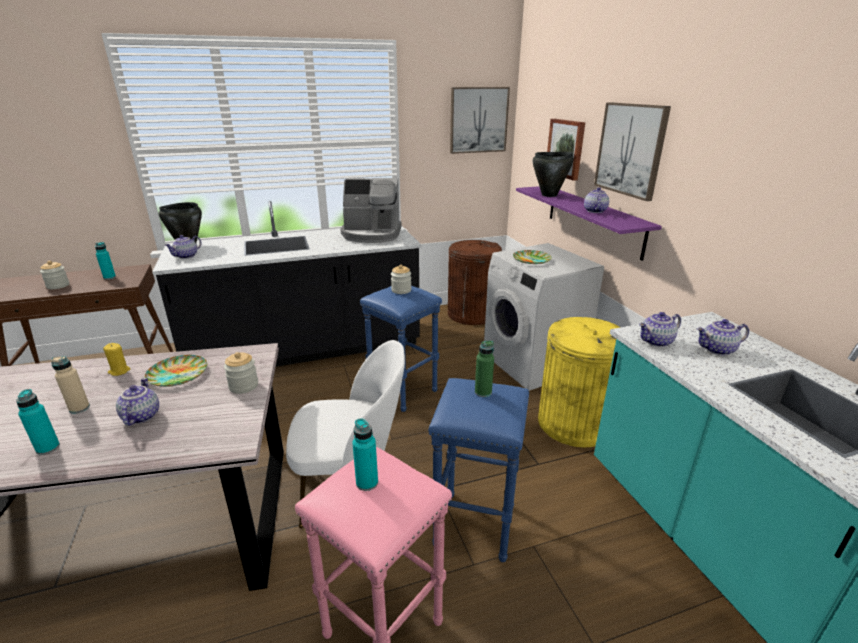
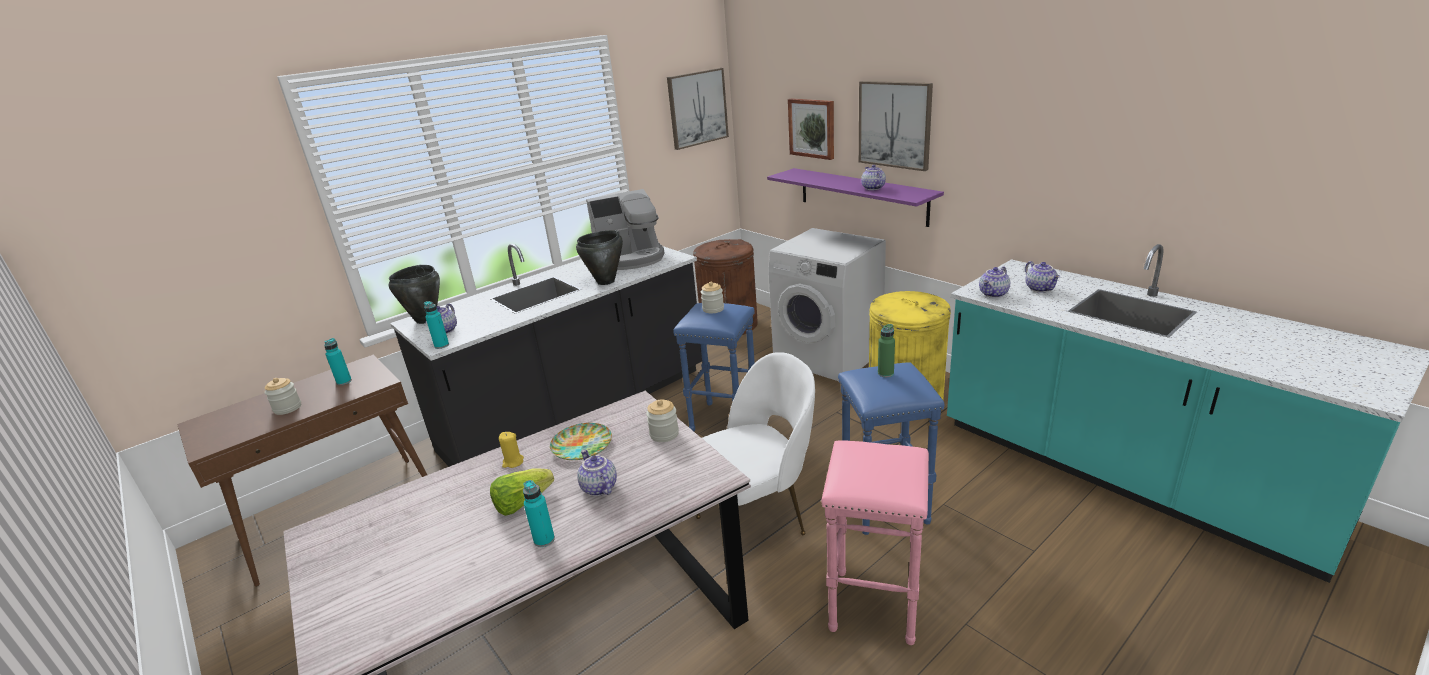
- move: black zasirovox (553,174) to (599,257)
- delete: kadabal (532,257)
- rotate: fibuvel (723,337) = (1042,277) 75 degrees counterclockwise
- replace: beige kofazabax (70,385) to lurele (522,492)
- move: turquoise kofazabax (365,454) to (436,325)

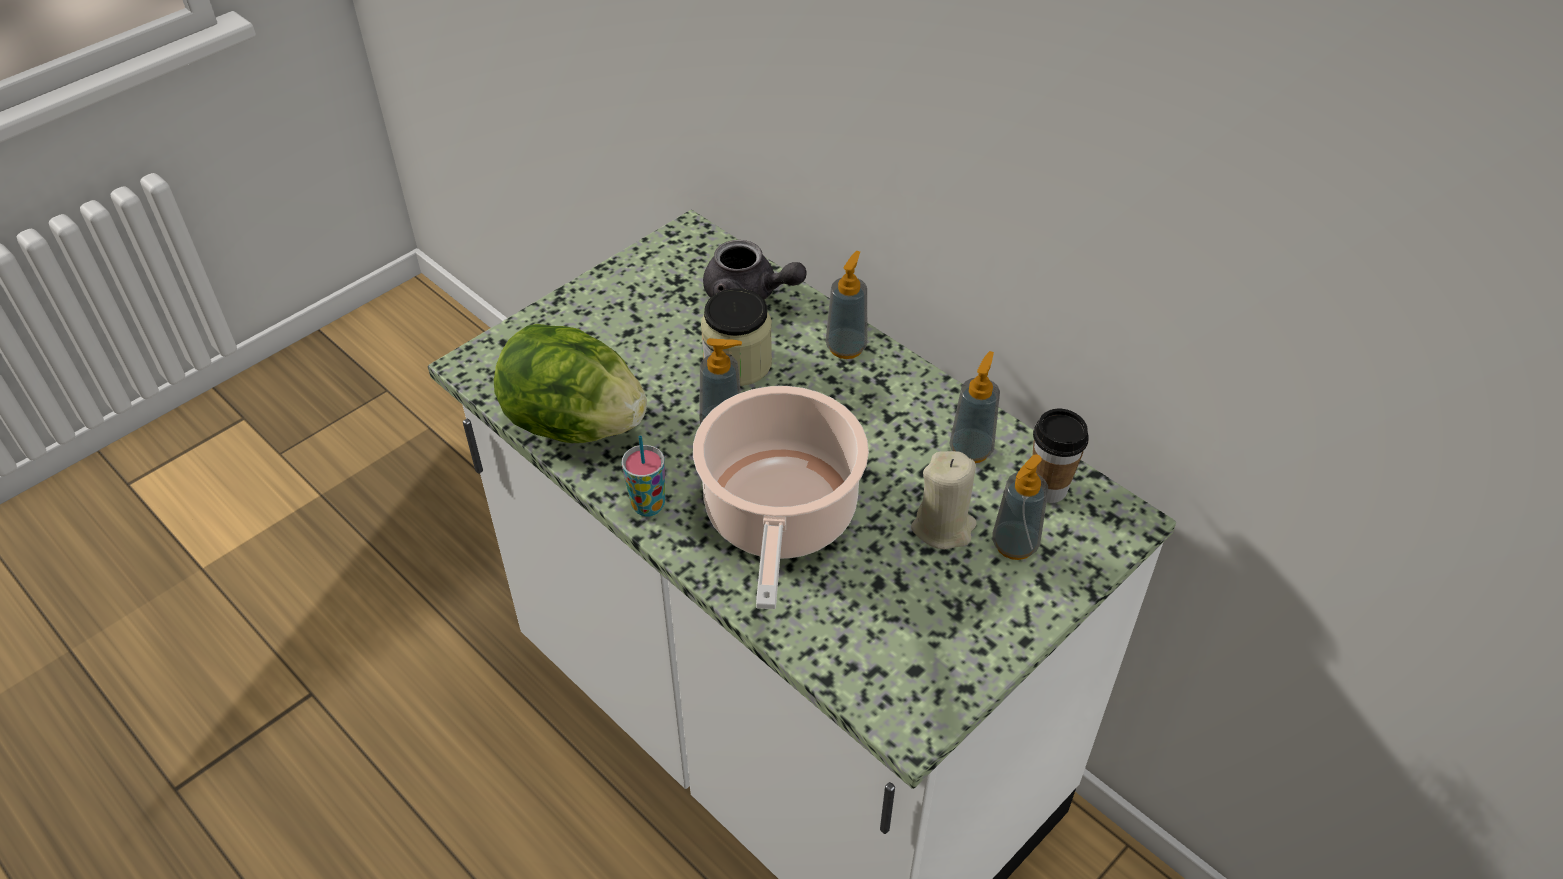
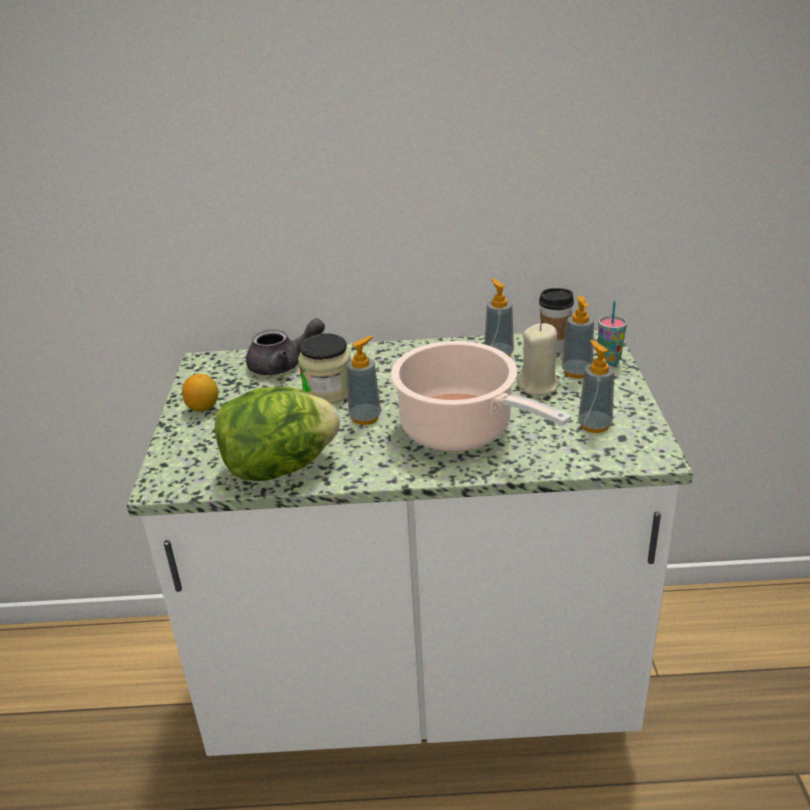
- move: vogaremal (846,305) to (596,386)
- move: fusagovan (643,476) to (612,333)
- insert: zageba (200,393)

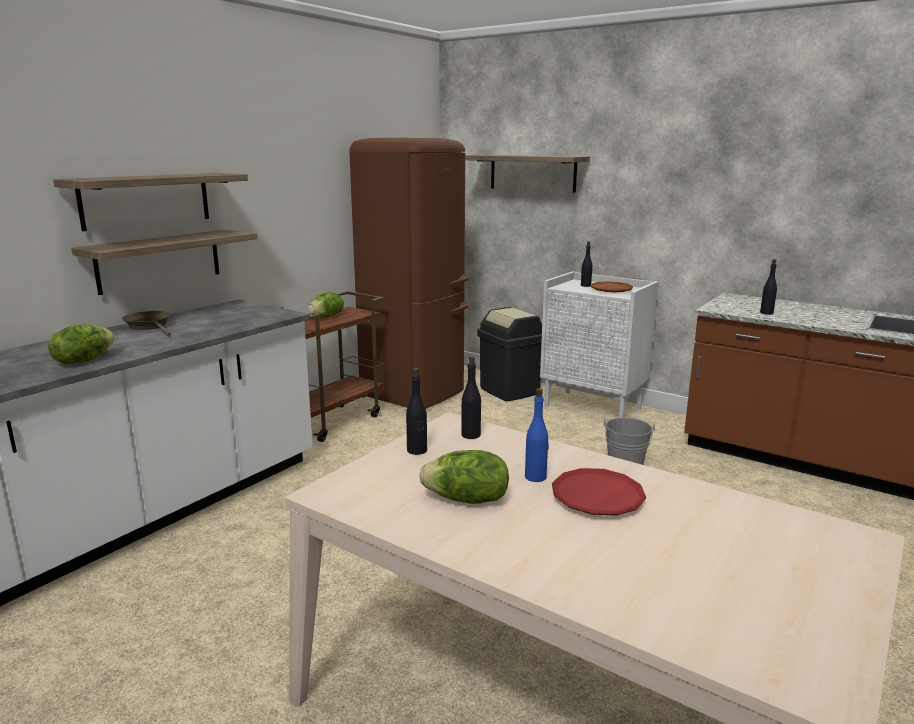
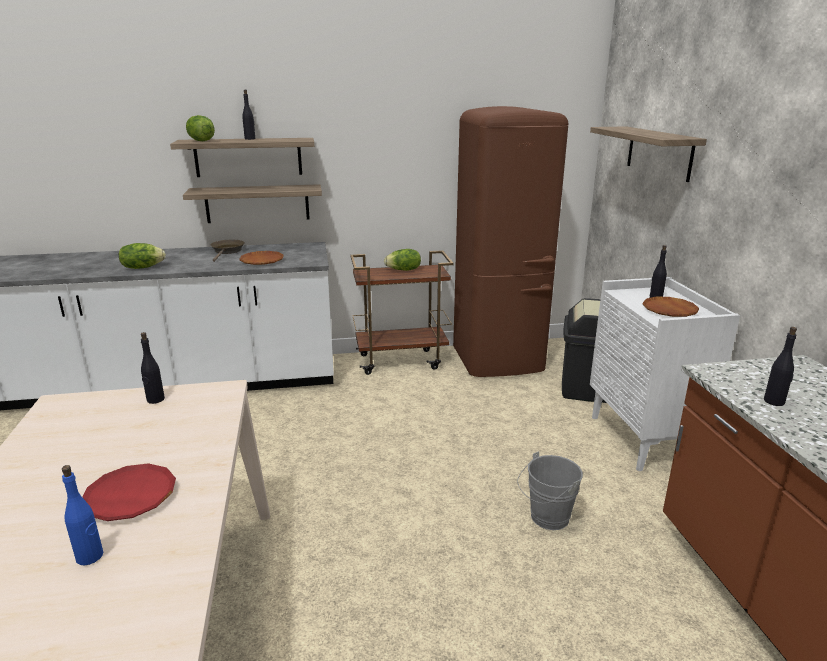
- move: black kofazabax (471,397) to (248,115)
- move: blue kofazabax (537,435) to (82,515)
- move: lurele (464,477) to (200,128)
- insert: brown kadabal (261,258)

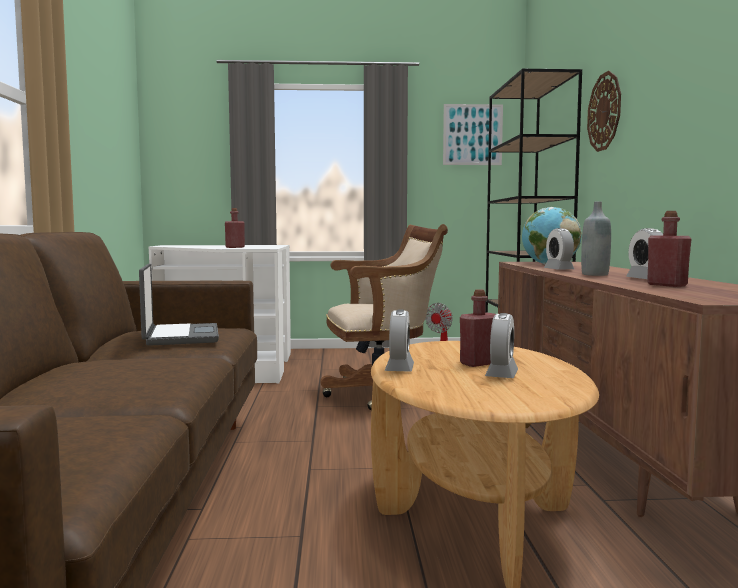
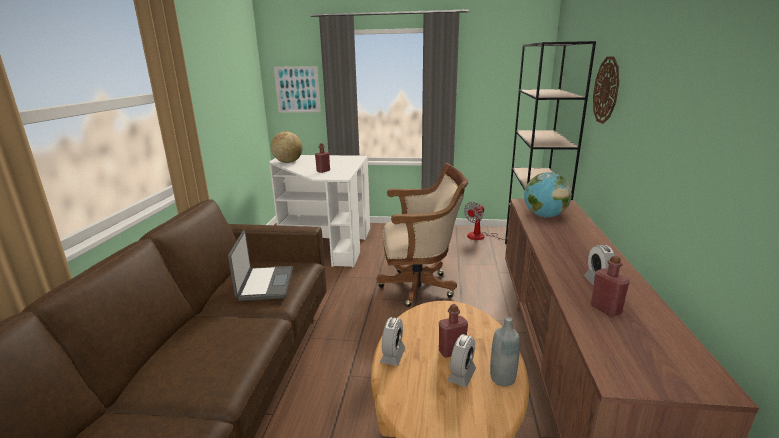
- move: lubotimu (473,134) to (297,89)
- move: grey kofazabax (596,238) to (505,351)
- delete: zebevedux (559,248)
- insert: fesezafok (287,147)

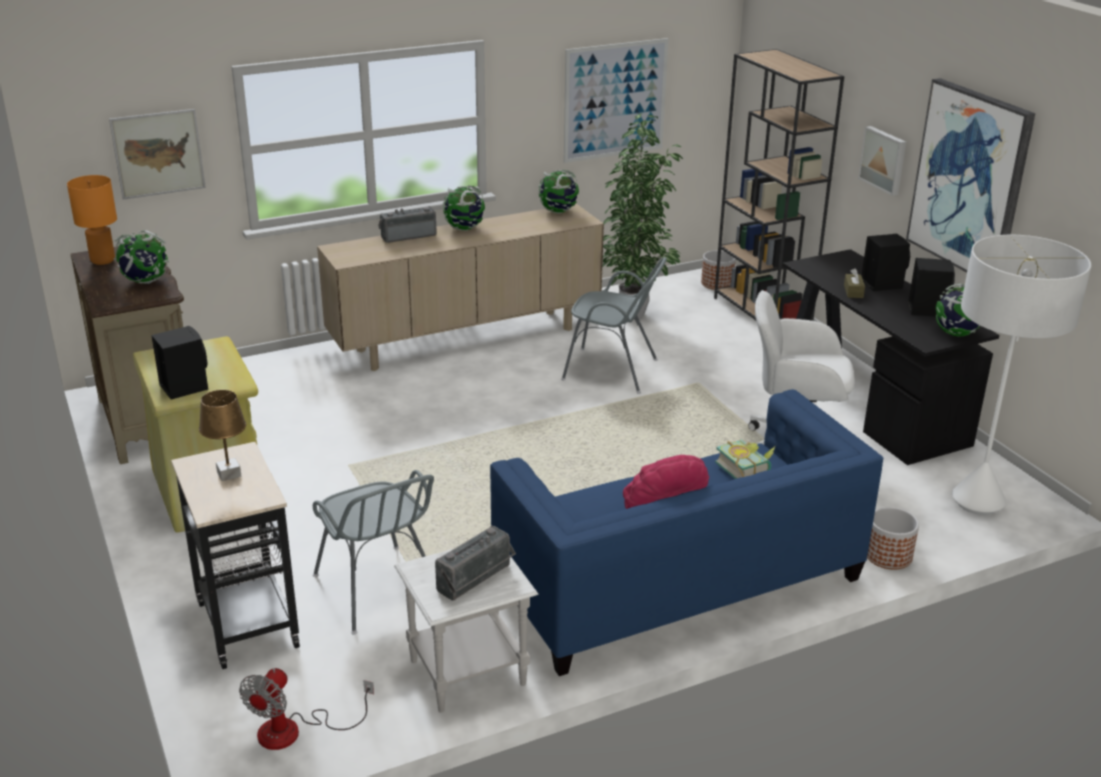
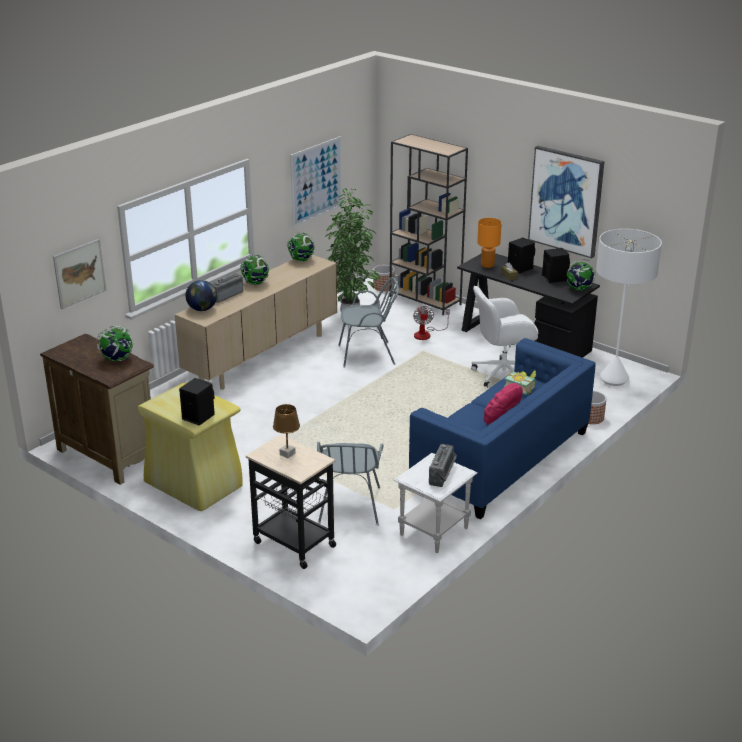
- delete: lubotimu (882,161)
- move: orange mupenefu (92,220) to (489,243)
- rotate: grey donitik (373,552) = (350,484) 60 degrees clockwise
- move: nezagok (306,709) to (431,322)
- insert: fesezafok (201,295)

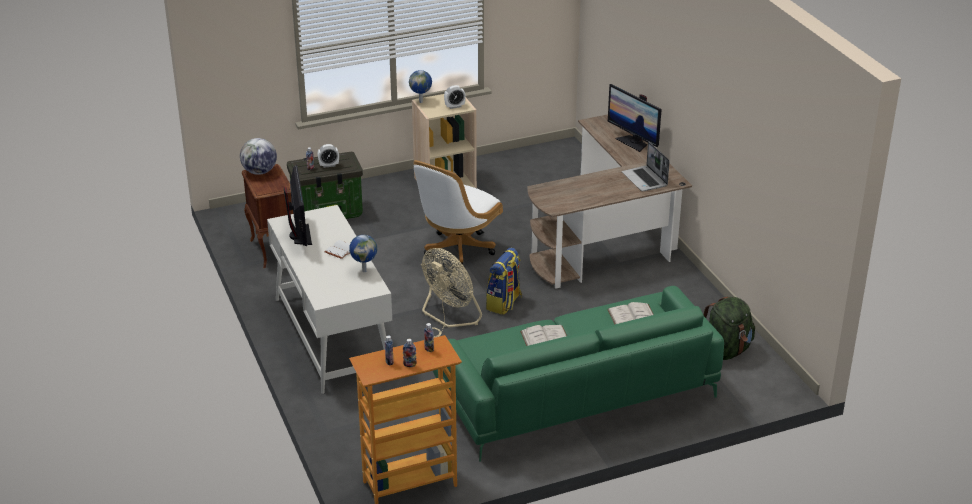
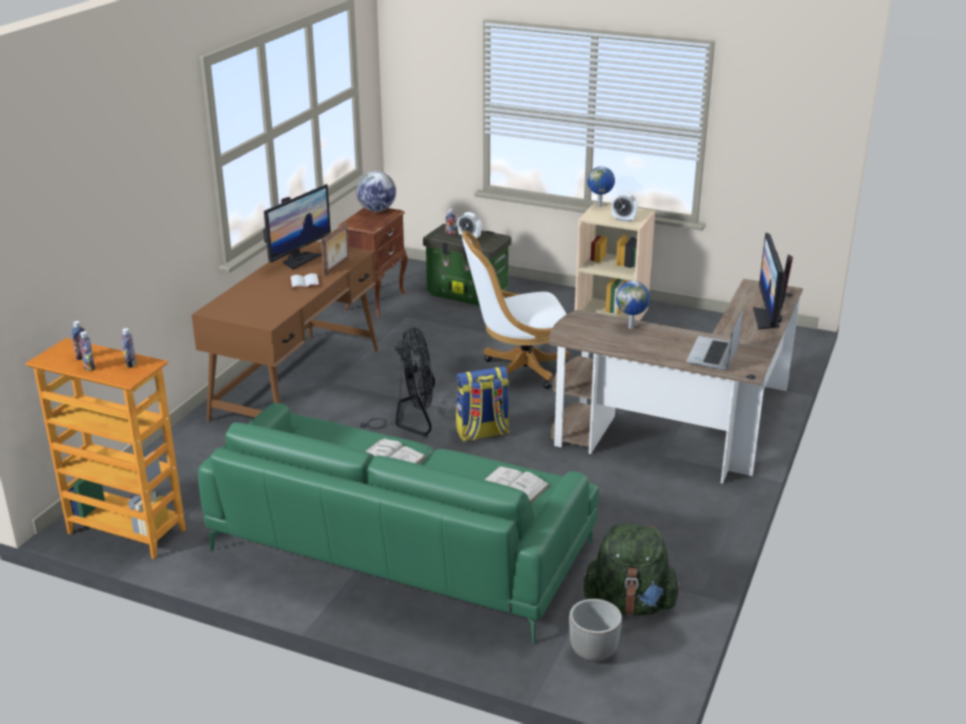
- recolor: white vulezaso (329,299) to brown vulezaso (285,331)
- move: fesezafok (363,253) to (633,305)
- recolor: beige nezagok (451,293) to black nezagok (397,382)
- insert: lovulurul (335,249)
- insert: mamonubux (595,630)

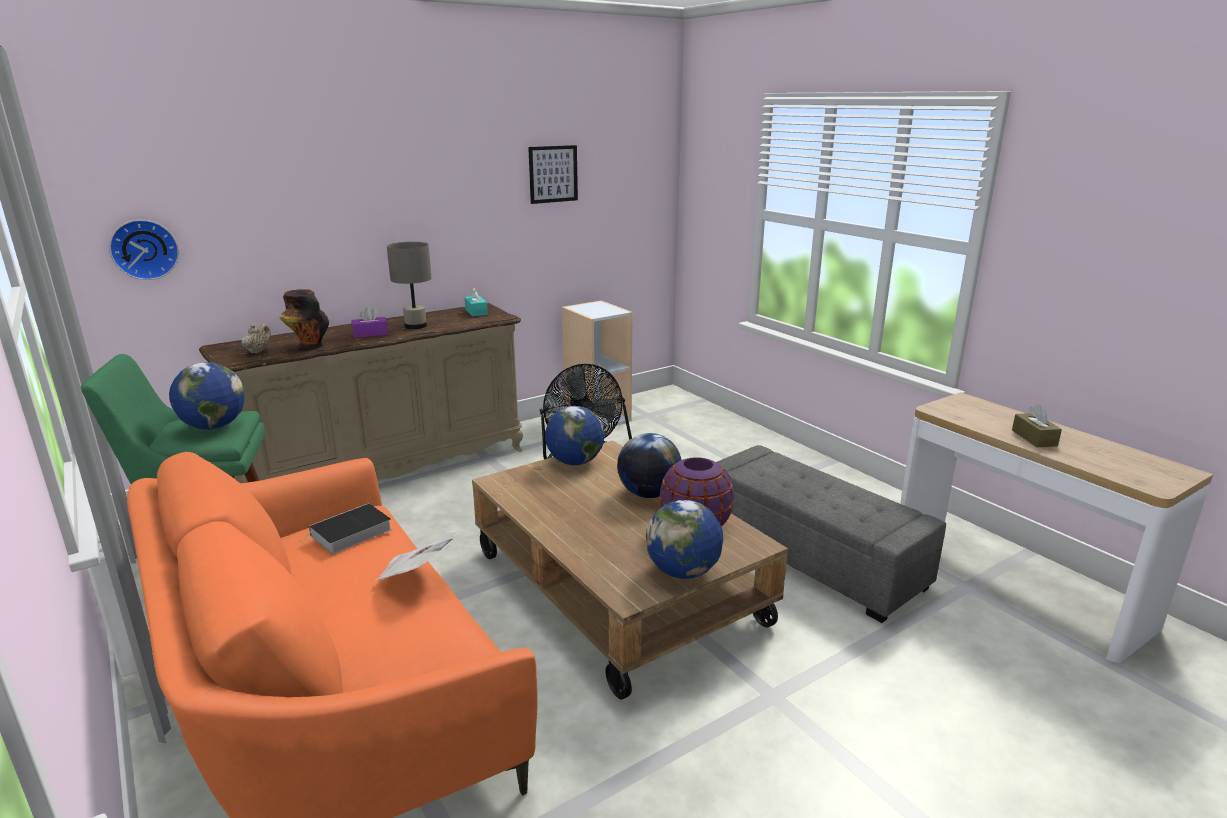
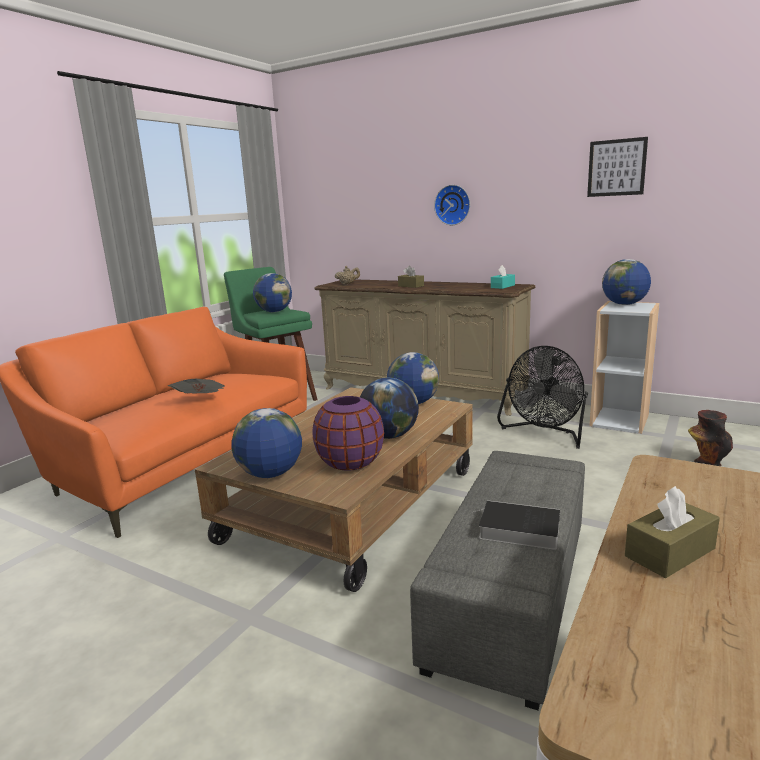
- move: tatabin (144,250) to (452,205)
- delete: grey mupenefu (409,285)
- move: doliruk (304,320) to (710,438)
- recolor: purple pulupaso (369,322) to brown pulupaso (411,277)
- move: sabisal (346,528) to (517,525)
- insert: fesezafok (626,282)

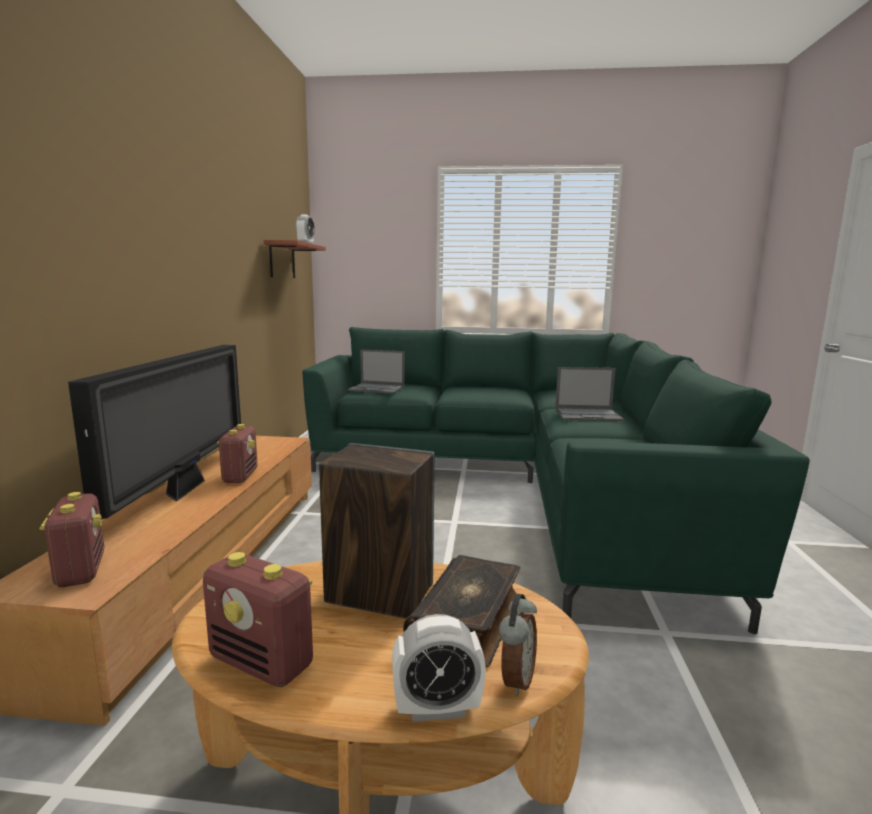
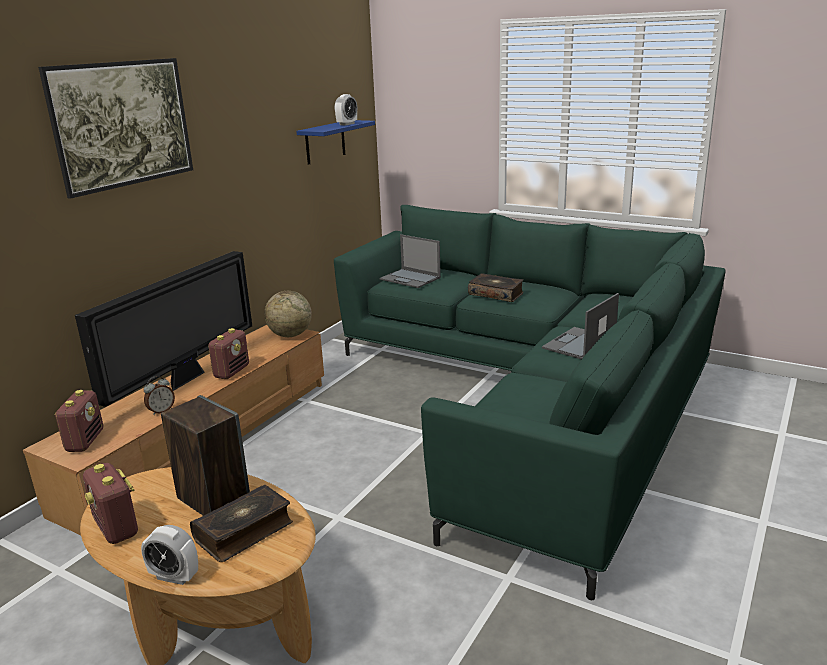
- recolor: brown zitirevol (295,259) to blue zitirevol (335,142)
- rotate: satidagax (589,394) = (580,326) 105 degrees clockwise
- move: zebevedux (518,645) to (159,395)
- insert: lubotimu (115,128)
- insert: sabisal (495,287)
- insert: fesezafok (288,314)

